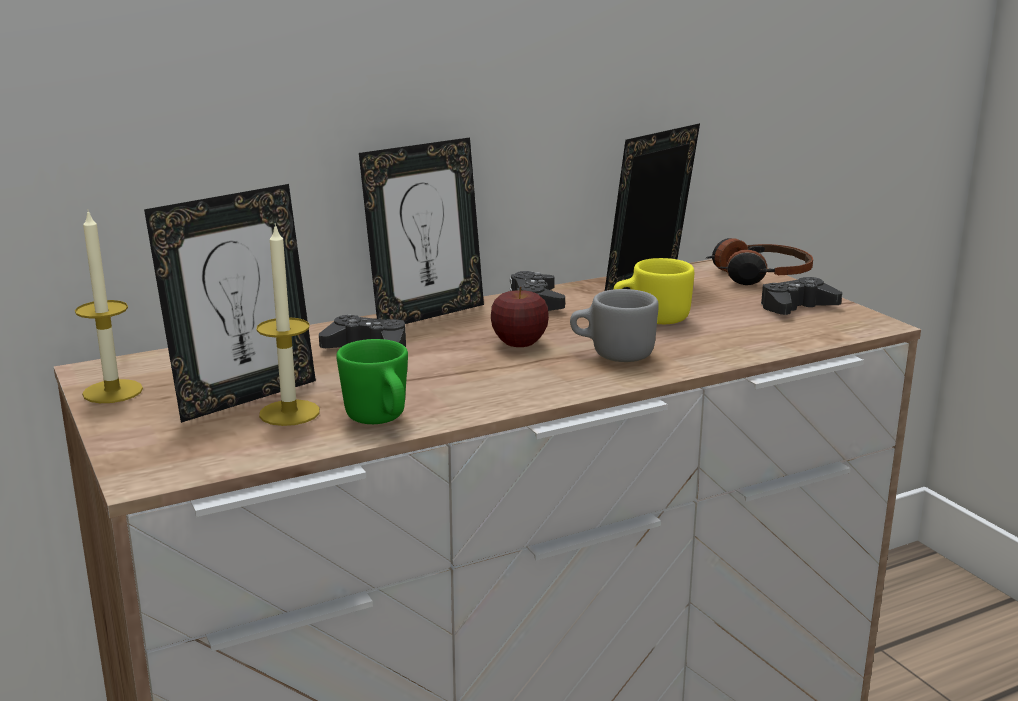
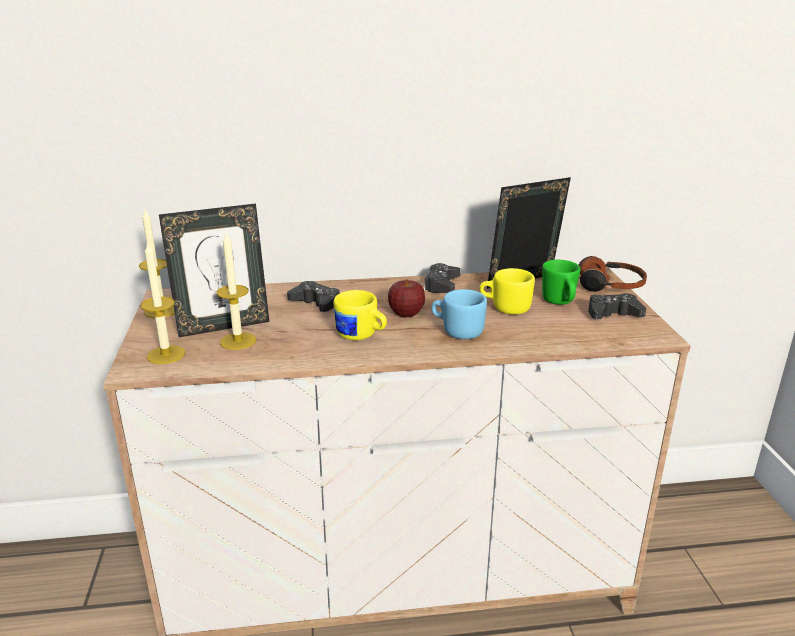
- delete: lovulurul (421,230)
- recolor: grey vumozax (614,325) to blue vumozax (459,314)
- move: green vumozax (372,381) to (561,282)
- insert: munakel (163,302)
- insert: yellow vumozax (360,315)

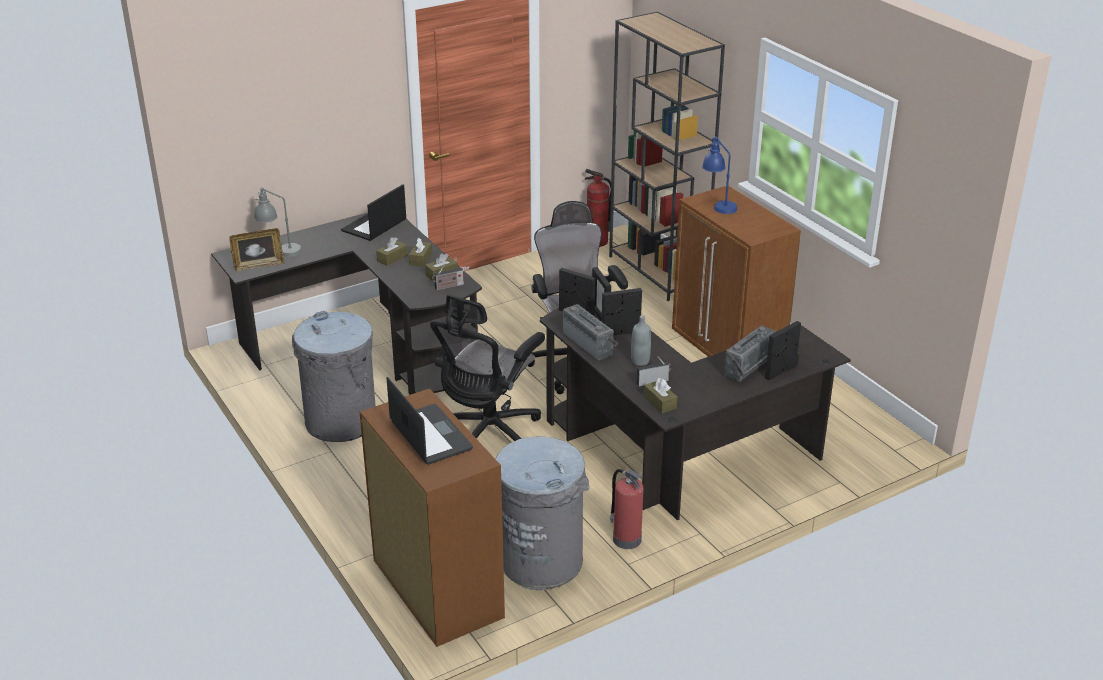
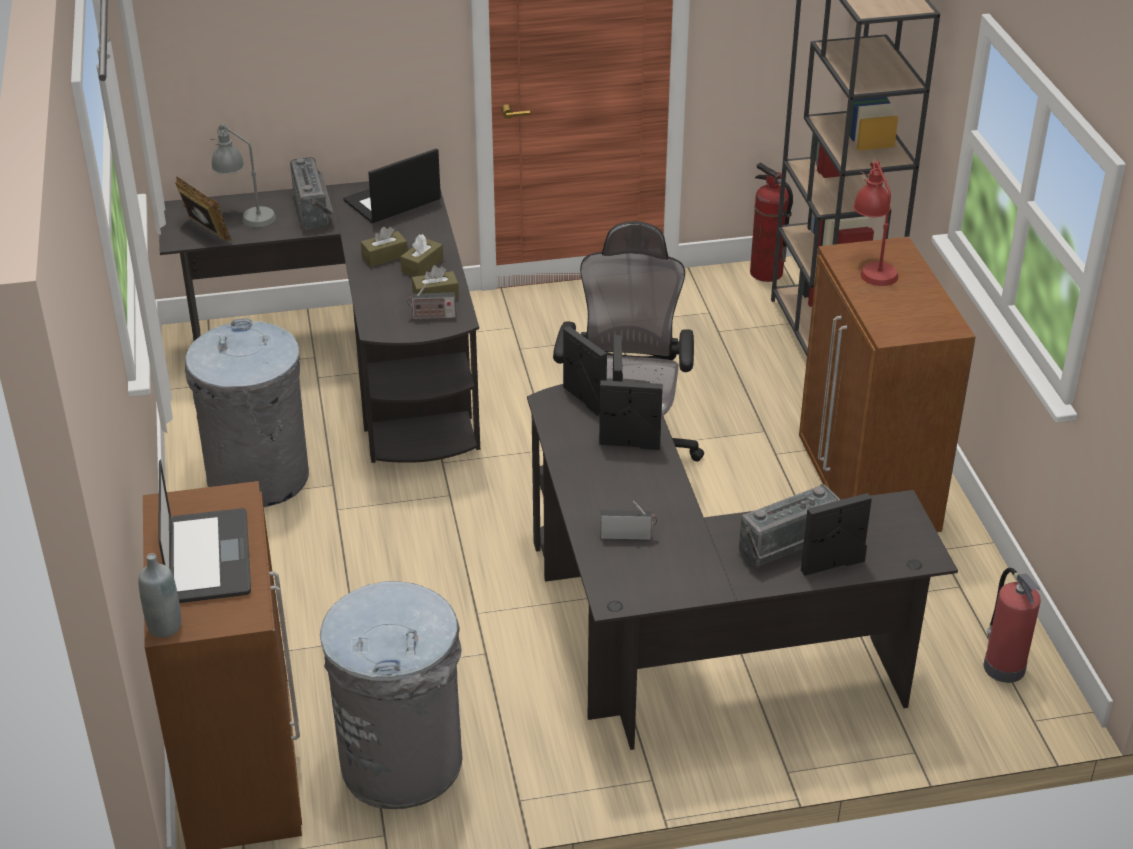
- recolor: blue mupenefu (719,175) to red mupenefu (875,223)
- rotate: lovulurul (256,249) = (203,208) 135 degrees counterclockwise
- delete: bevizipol (487,367)
- move: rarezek (590,332) to (311,193)
- move: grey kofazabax (641,341) to (159,595)
- delete: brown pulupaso (660,395)
- move: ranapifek (626,509) to (1012,625)

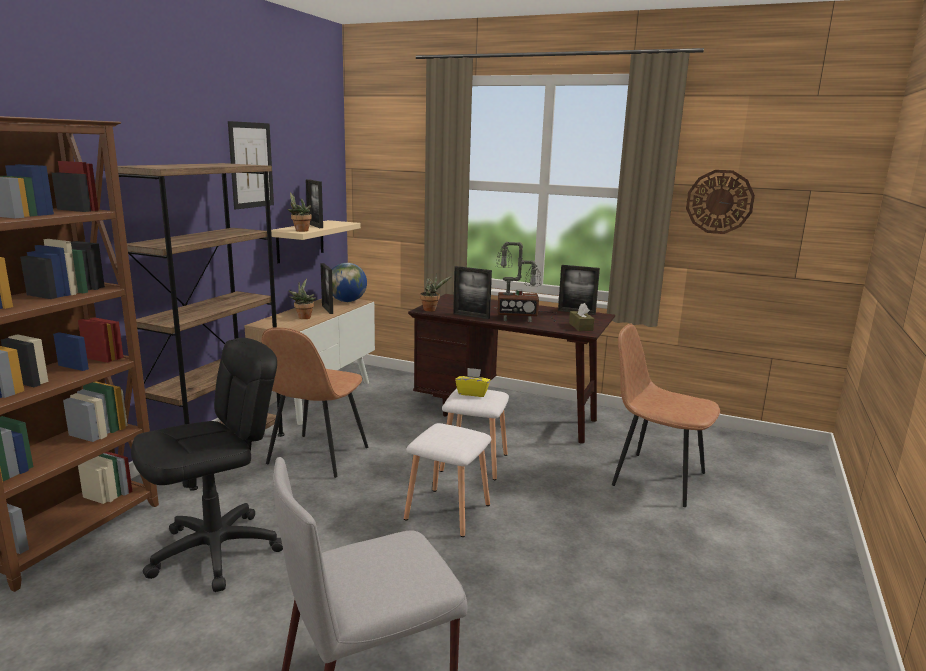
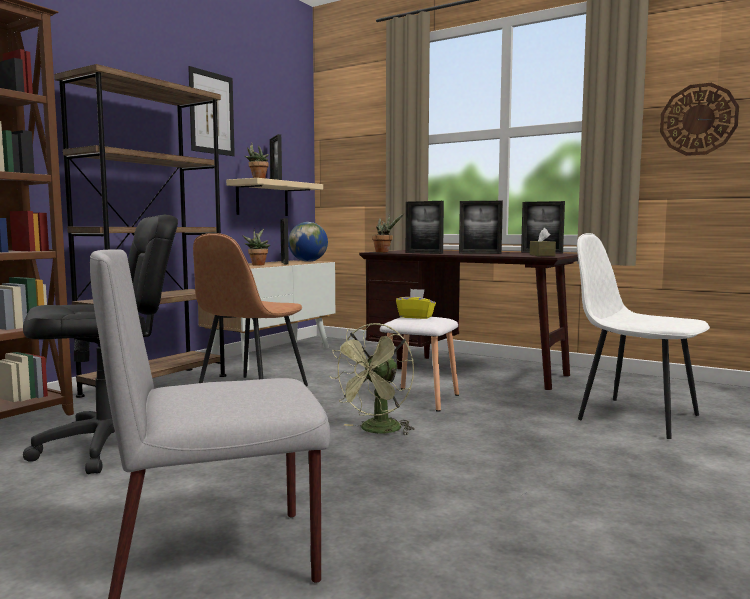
- replace: mupenefu (525,282) to lovulurul (481,227)
- recolor: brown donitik (666,415) to white donitik (643,336)
- replace: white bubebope (447,480) to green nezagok (372,379)

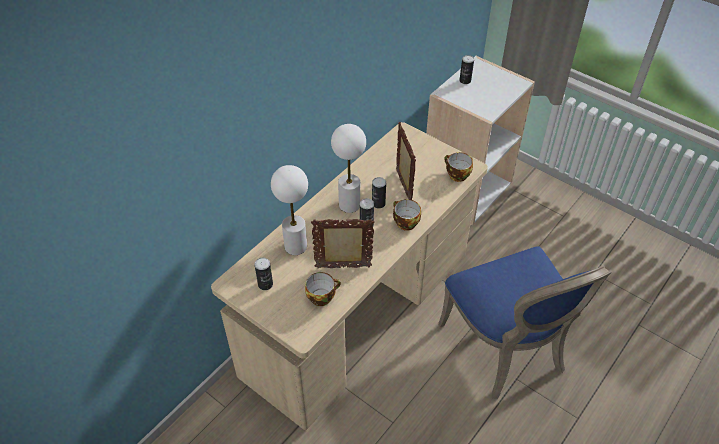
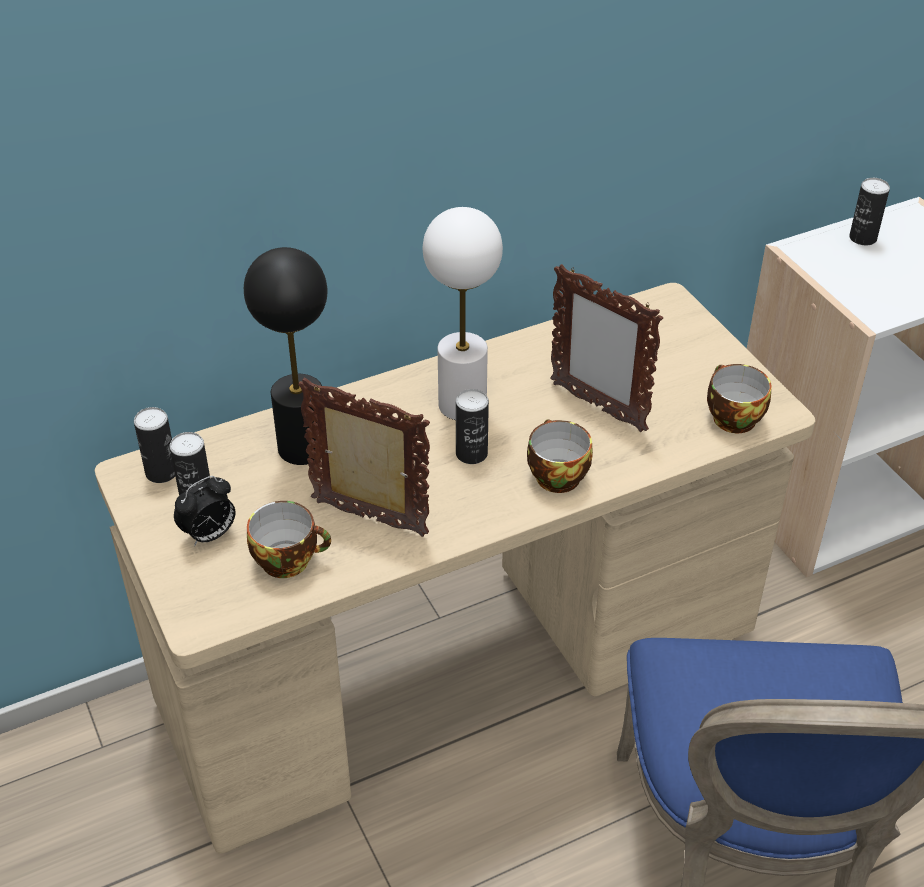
- rotate: lovulurul (406,161) = (606,348) 120 degrees clockwise
- recolor: white mupenefu (289,210) to black mupenefu (286,356)
- move: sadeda (379,192) to (154,445)
- insert: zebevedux (204,511)

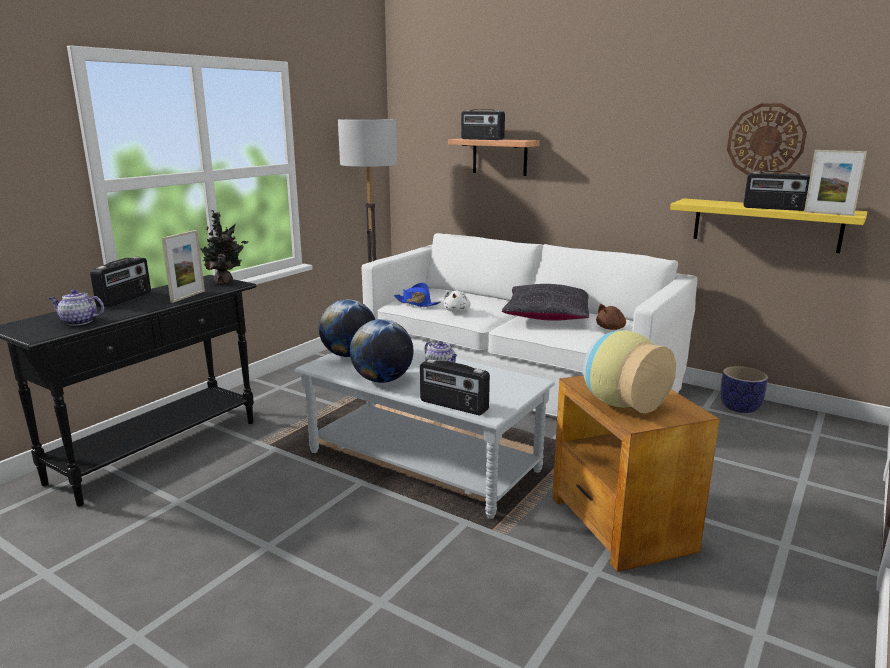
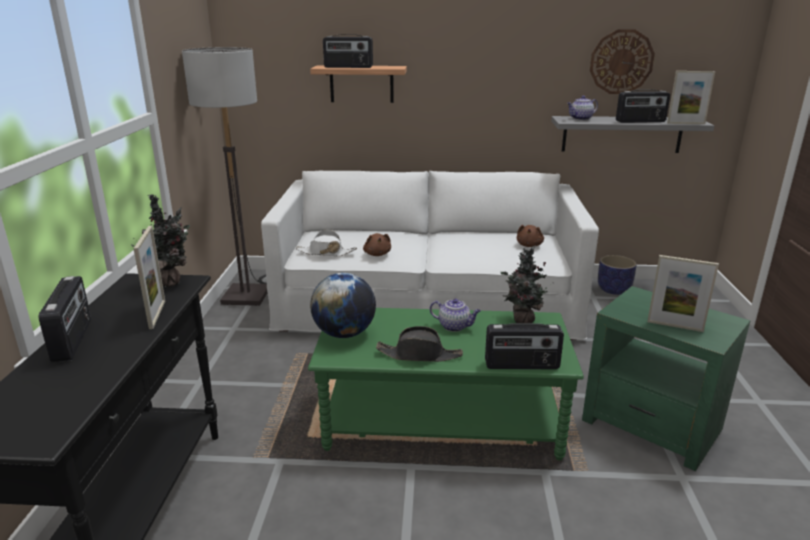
- recolor: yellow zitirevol (768,225) to grey zitirevol (633,134)
- recolor: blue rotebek (417,295) to white rotebek (326,243)
- delete: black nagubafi (545,302)
- move: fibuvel (76,307) to (582,108)
- recolor: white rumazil (457,301) to brown rumazil (377,244)
- replace: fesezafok (382,351) to black rotebek (419,344)
- replace: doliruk (629,371) to lovulurul (683,293)
- recolor: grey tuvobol (424,433) to green tuvobol (446,384)
- recolor: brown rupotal (636,473) to green rupotal (666,378)
- insert: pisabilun (527,284)

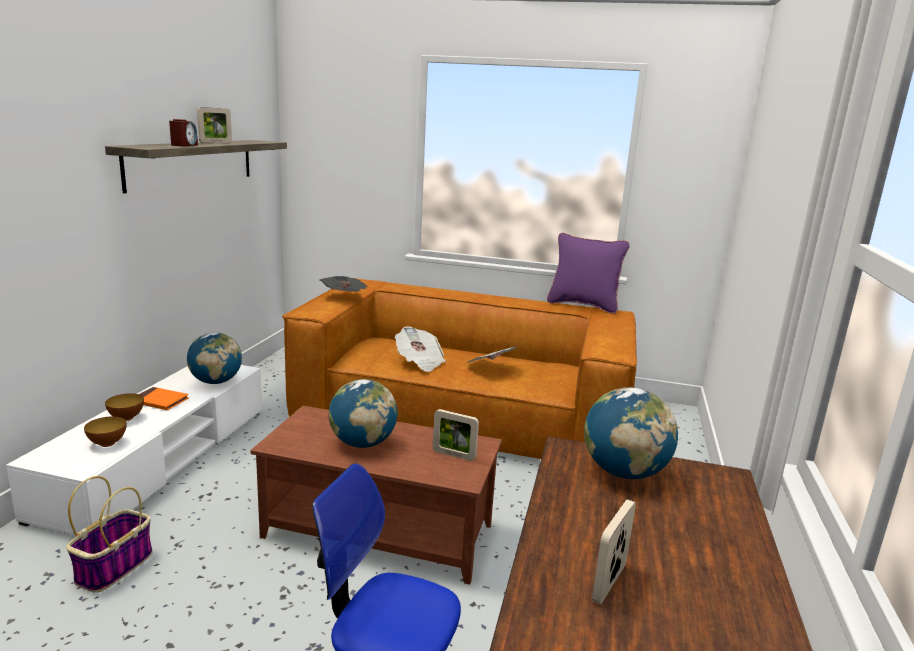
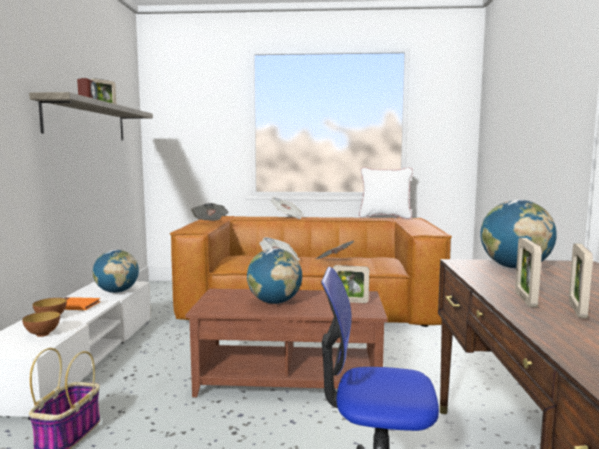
- recolor: purple nagubafi (588,273) to white nagubafi (386,193)
- insert: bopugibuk (287,208)
- insert: lovulurul (528,272)

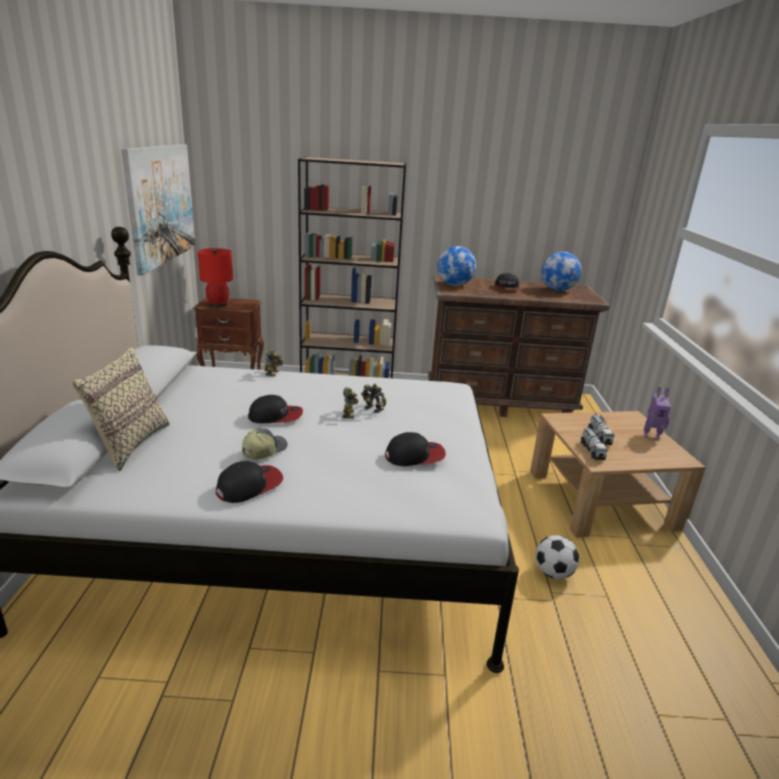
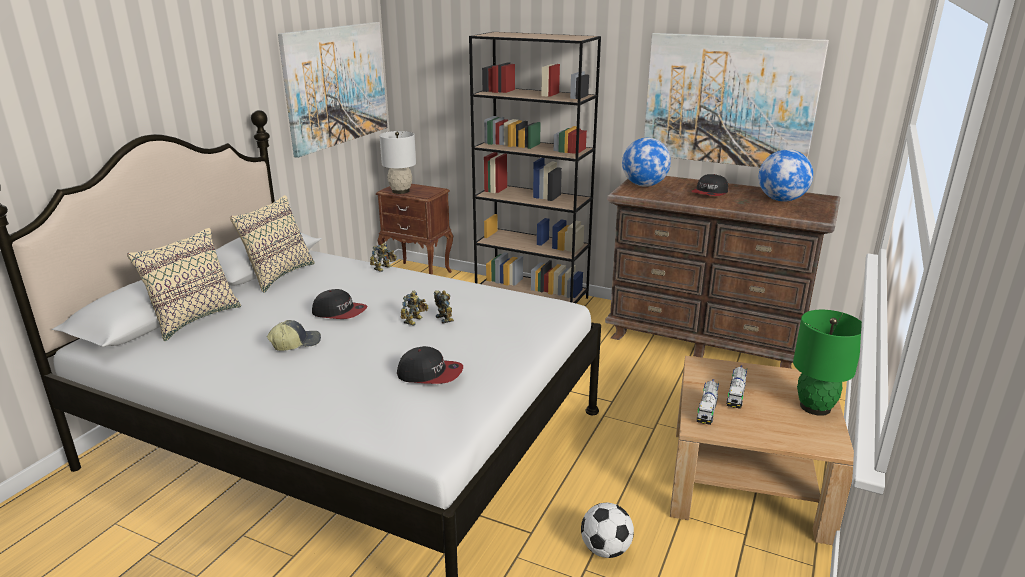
- recolor: red mupenefu (215,277) to white mupenefu (397,162)
- replace: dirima (657,413) to green mupenefu (827,363)
- delete: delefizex (249,482)
- insert: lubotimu (736,100)
- insert: beige nagubafi (272,244)

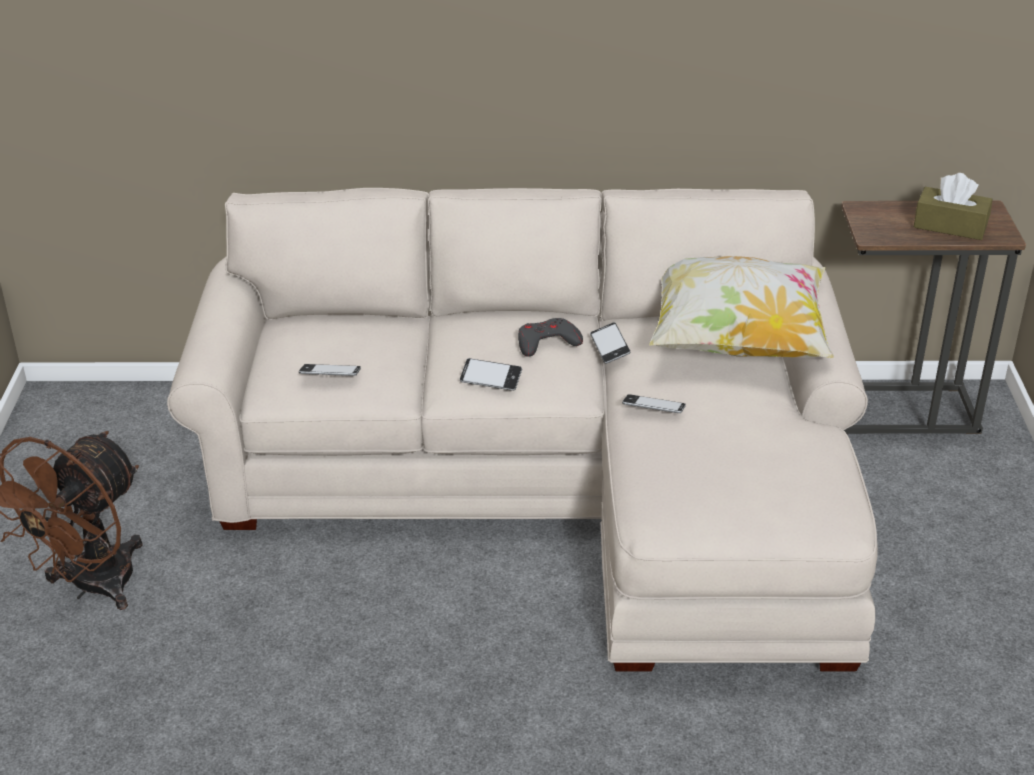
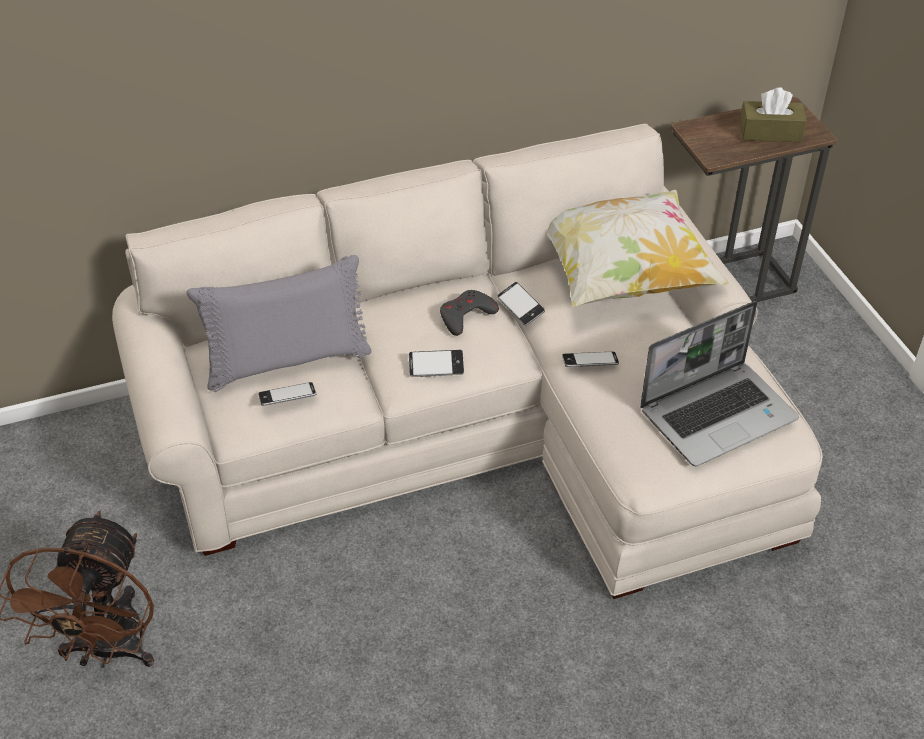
- insert: grey nagubafi (279,323)
- insert: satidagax (719,383)

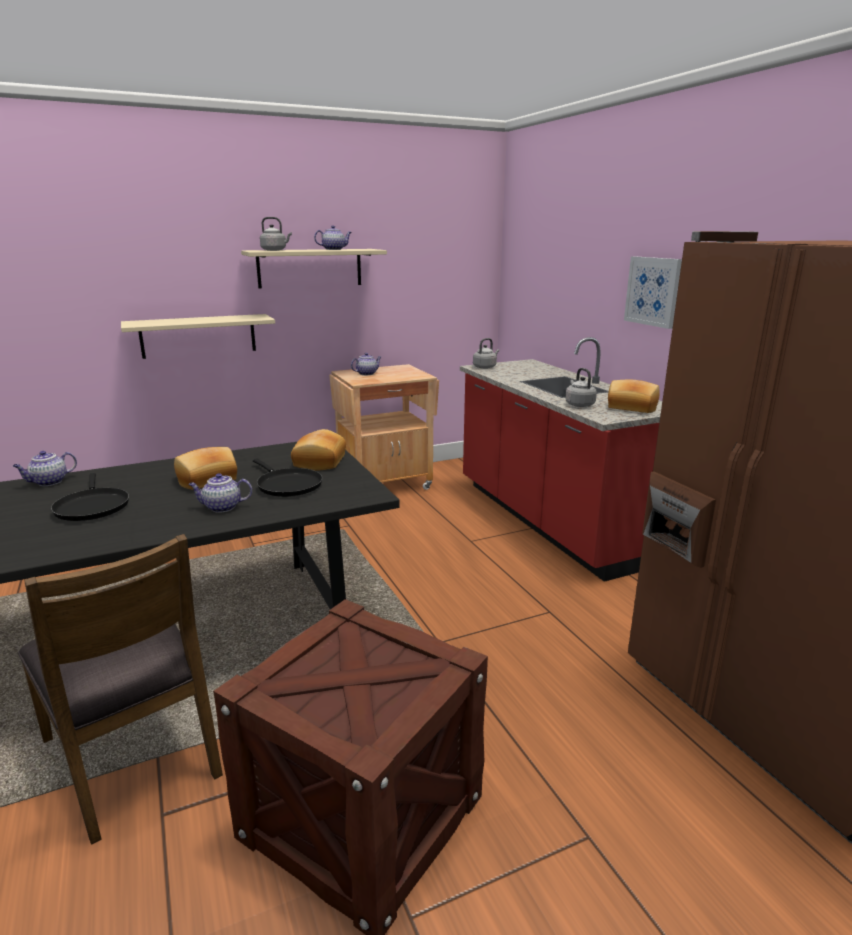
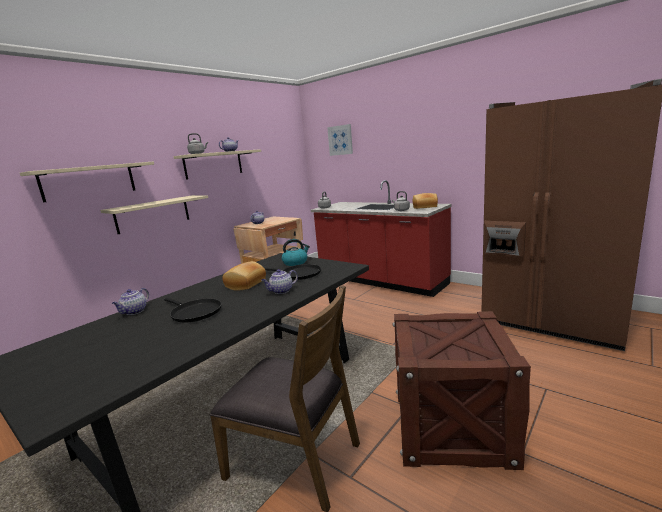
- move: lubotimu (653,292) to (340,140)
- replace: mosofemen (318,450) to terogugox (295,252)
- insert: beige zitirevol (87,182)

